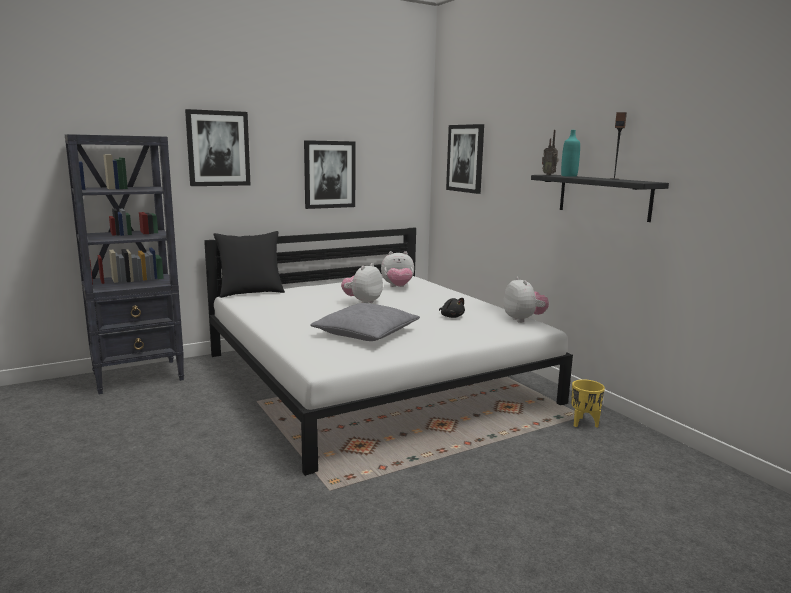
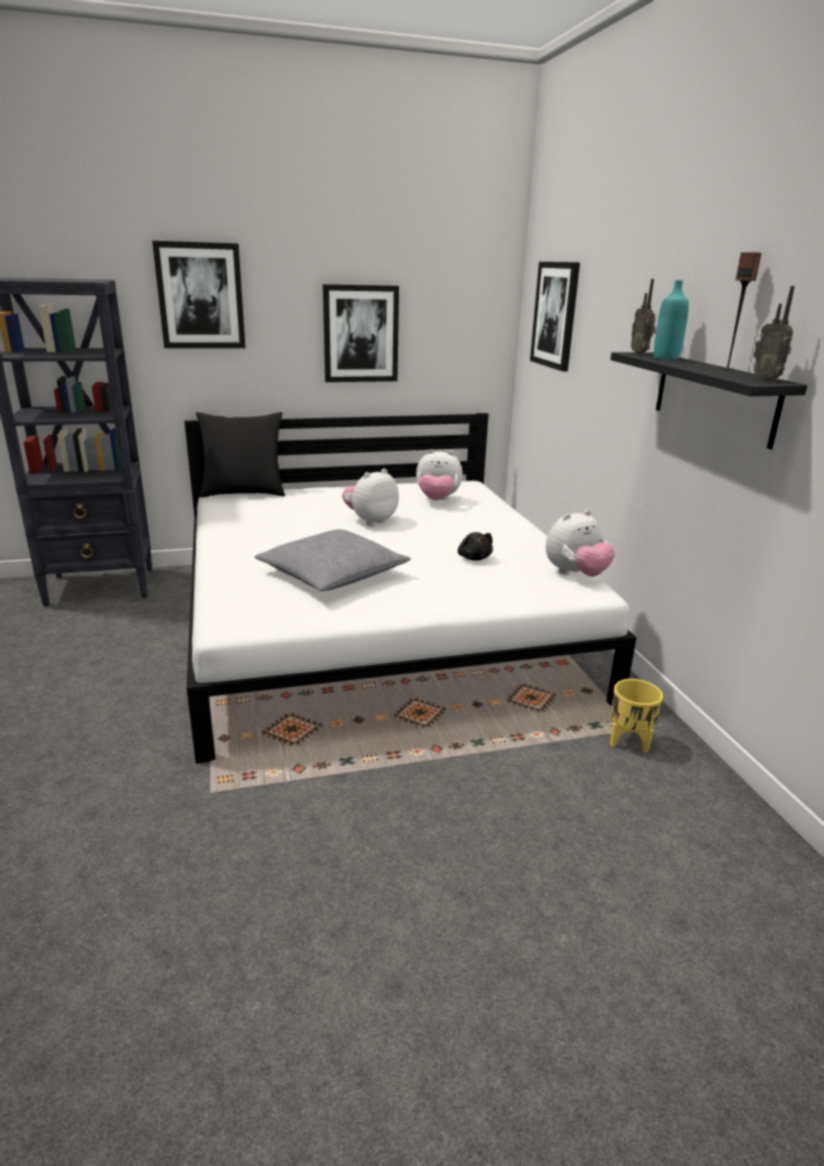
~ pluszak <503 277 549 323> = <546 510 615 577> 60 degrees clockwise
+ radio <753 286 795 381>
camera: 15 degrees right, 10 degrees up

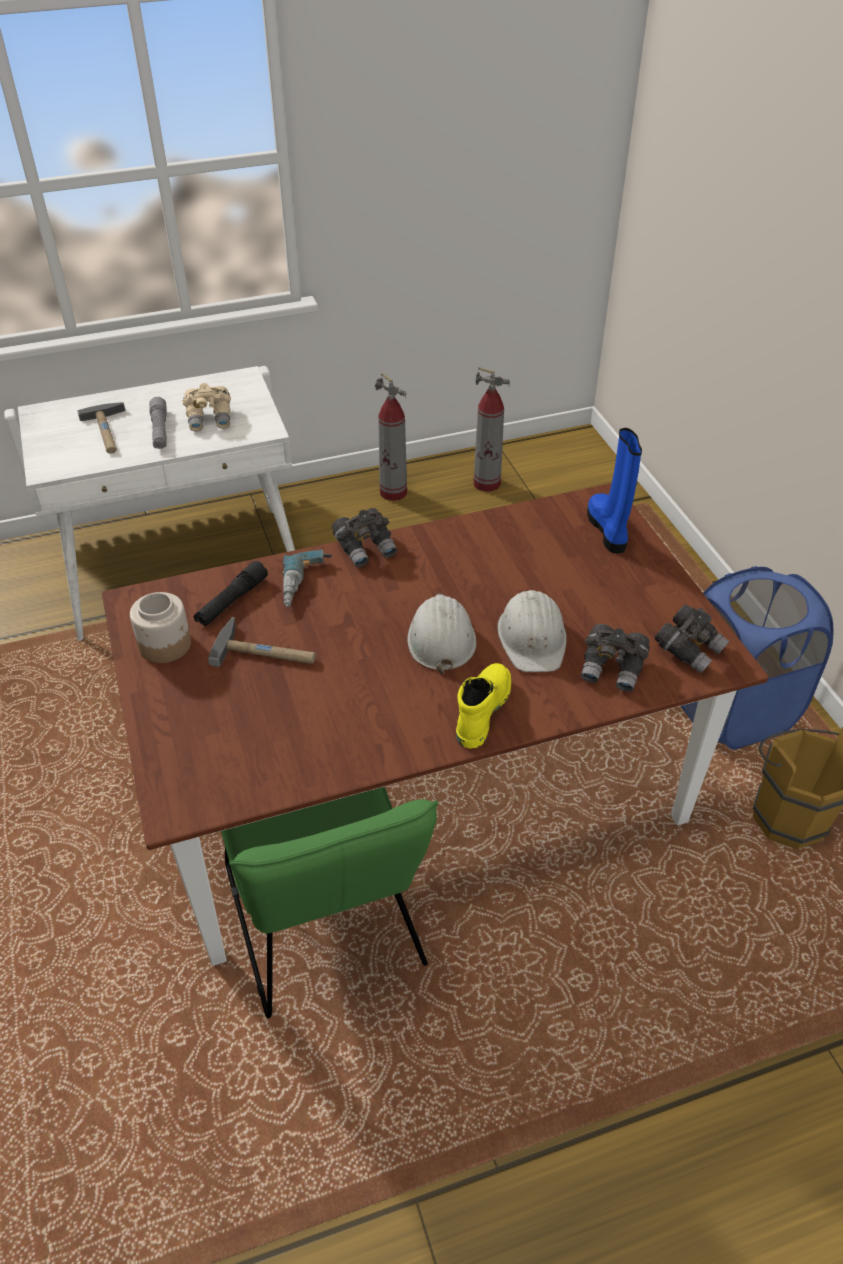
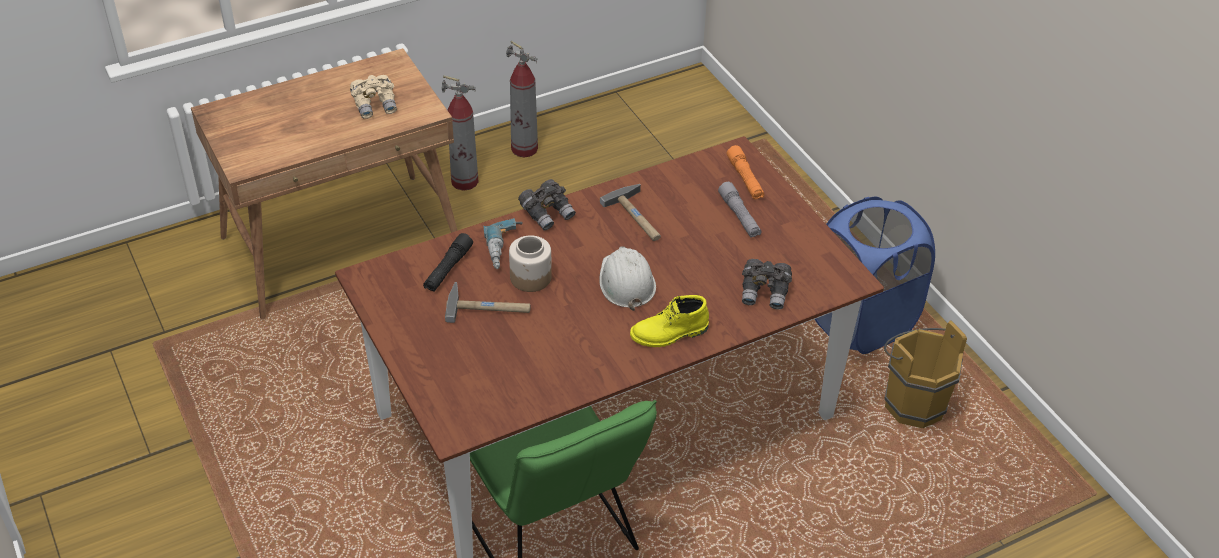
~ biurko/biały <18 366 295 641> to biurko/brązowy <191 48 458 319>
~ gaśnica <473 367 510 492> to <442 75 479 191>
~ słoik <130 592 191 663> to <509 235 552 292>
~ młotek <77 402 126 454> to <600 184 661 241>
~ but z cholewką/żółty <456 663 511 749> = <630 295 709 347> 120 degrees counterclockwise
~ latarka/szary <149 397 167 449> to <718 182 761 237>
~ but z cholewką/niebieski <587 428 642 553> to latarka/pomarańczowy <727 145 765 199>
- kask/biały <497 590 567 672>
- lornetka/szary <655 605 729 674>
camera: 10 degrees left, 0 degrees up

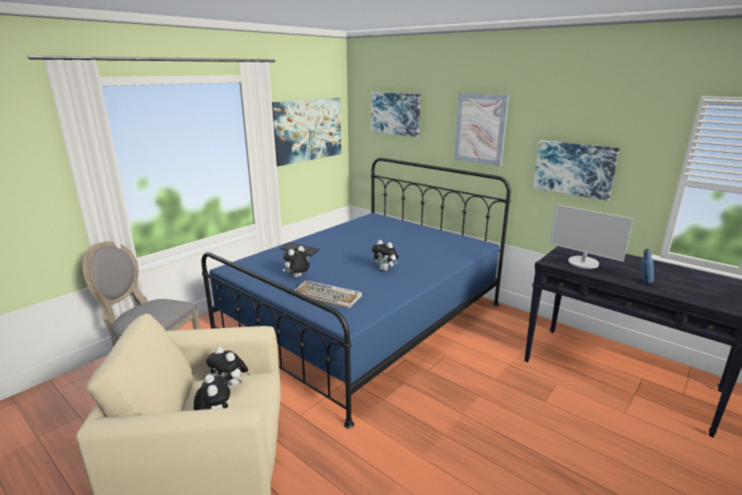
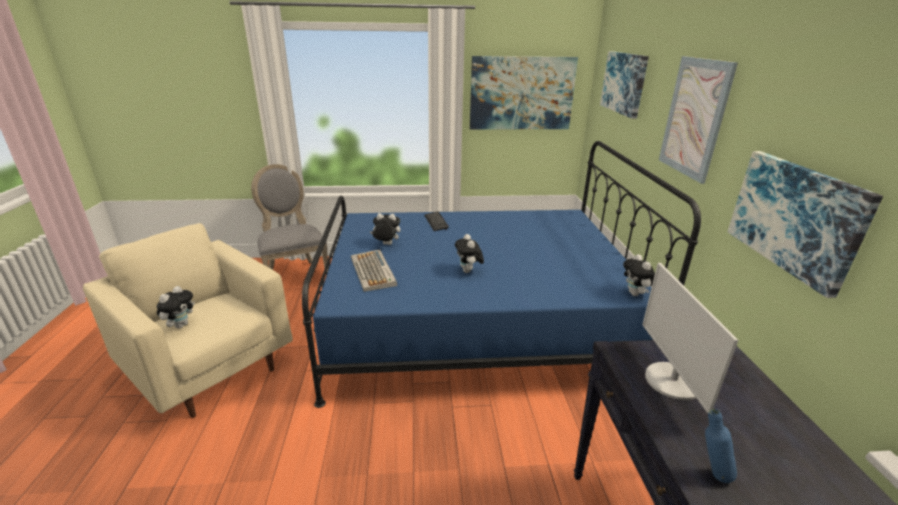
~ pluszak <206 346 248 389> to <623 254 655 296>
camera: 45 degrees right, 5 degrees up

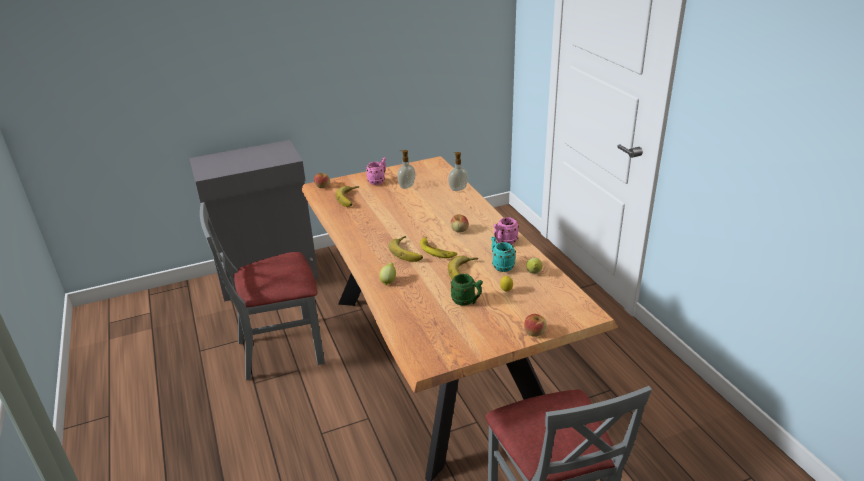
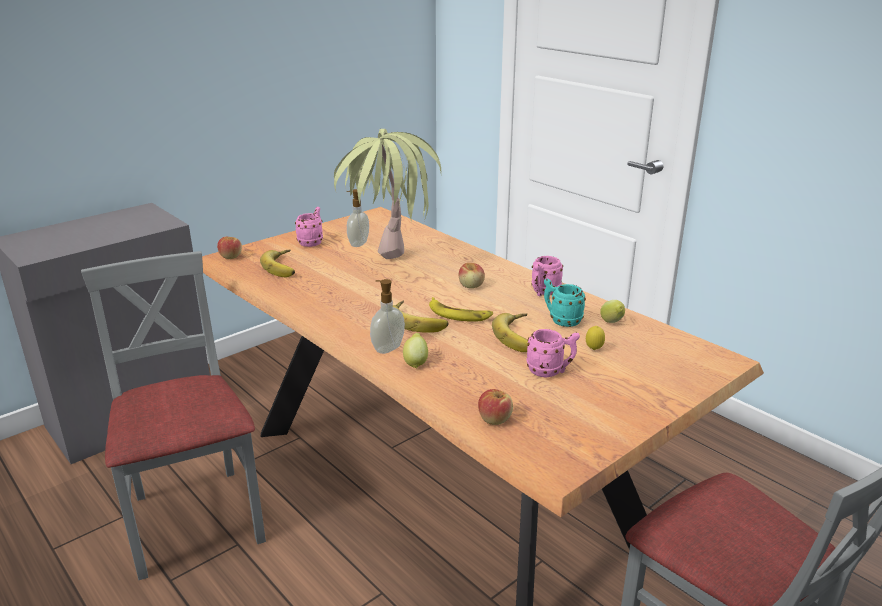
~ krzesło/szary <200 202 325 381> = <81 251 266 580> 105 degrees clockwise
+ roślina doniczkowa <334 129 441 259>
~ dozownik mydła <448 152 468 191> to <370 279 405 354>
~ jabłko <524 314 547 337> to <478 389 513 425>
~ kubek/zielony <451 274 483 305> to kubek/różowy <527 329 580 377>
camera: 20 degrees left, 5 degrees down

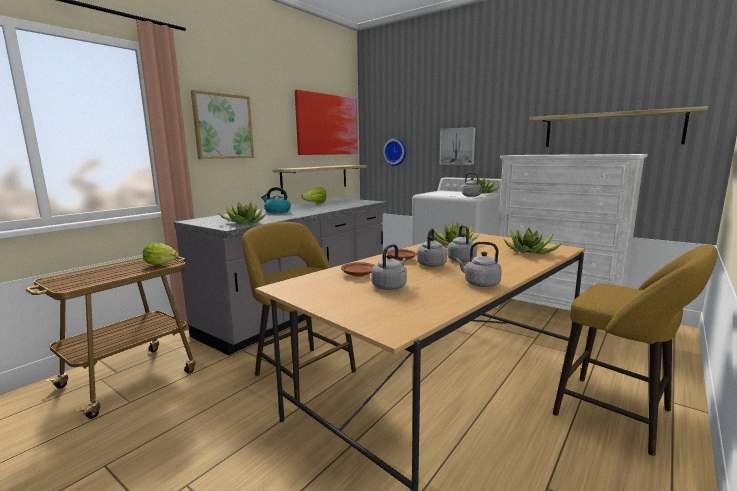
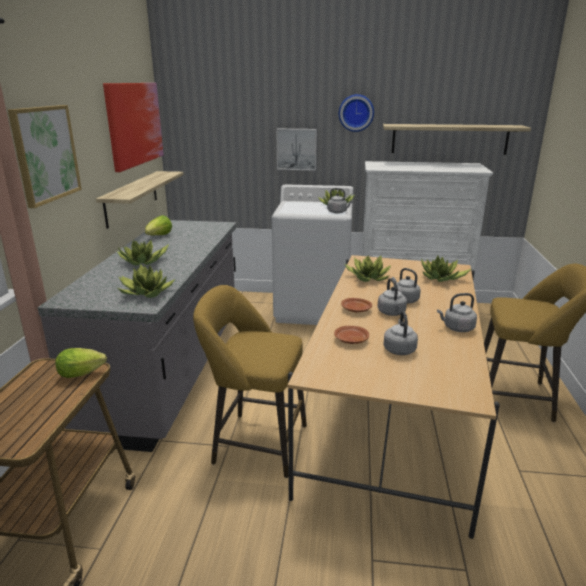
~ czajnik <261 187 291 213> to roślina doniczkowa <117 240 169 266>
~ zegar ścienny <383 138 406 166> to <339 94 374 132>
camera: 30 degrees left, 10 degrees up

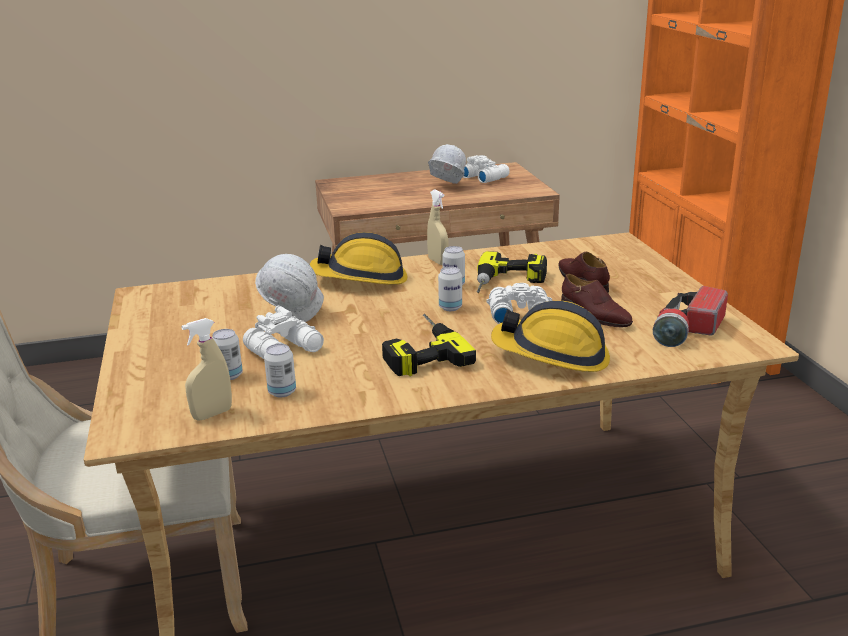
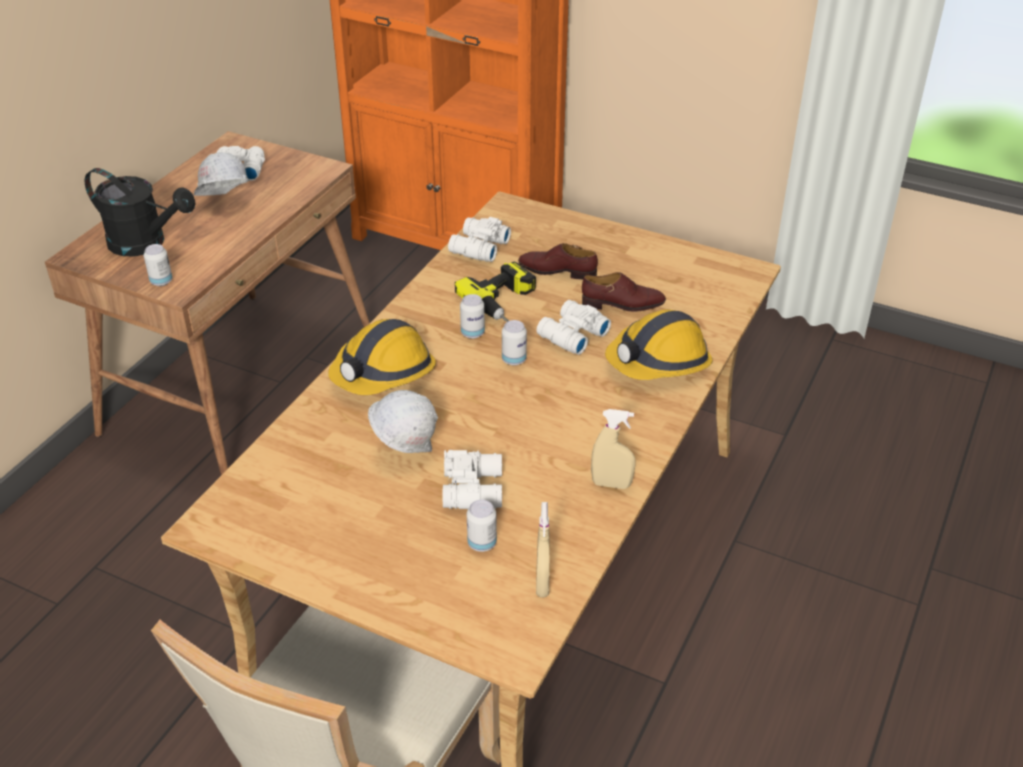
+ konewka/czarny <85 168 196 257>
~ puszka <264 344 296 397> to <144 244 172 286>
+ lornetka/biały <448 217 511 262>
~ spryskiwacz/beżowy <427 189 448 265> to <591 409 636 489>
- wiertarka <382 313 476 376>
- latarka <653 286 728 347>
camera: 50 degrees left, 15 degrees up

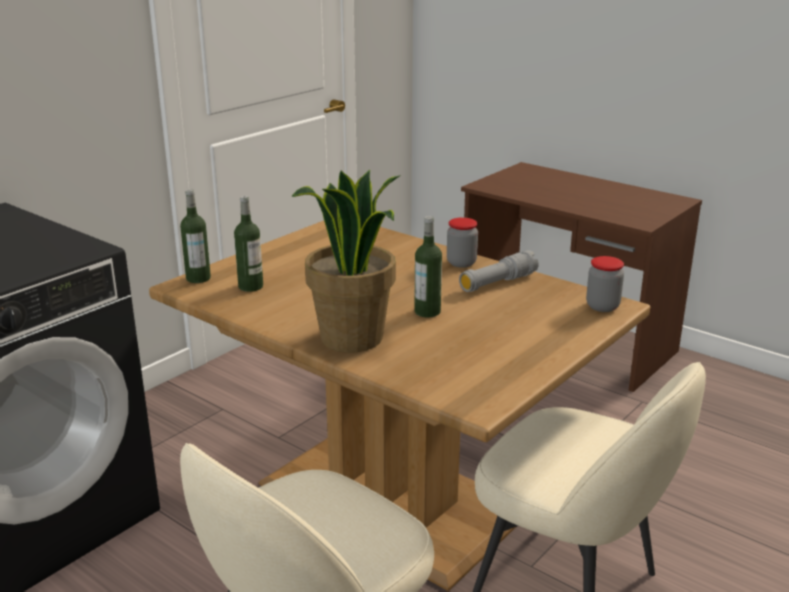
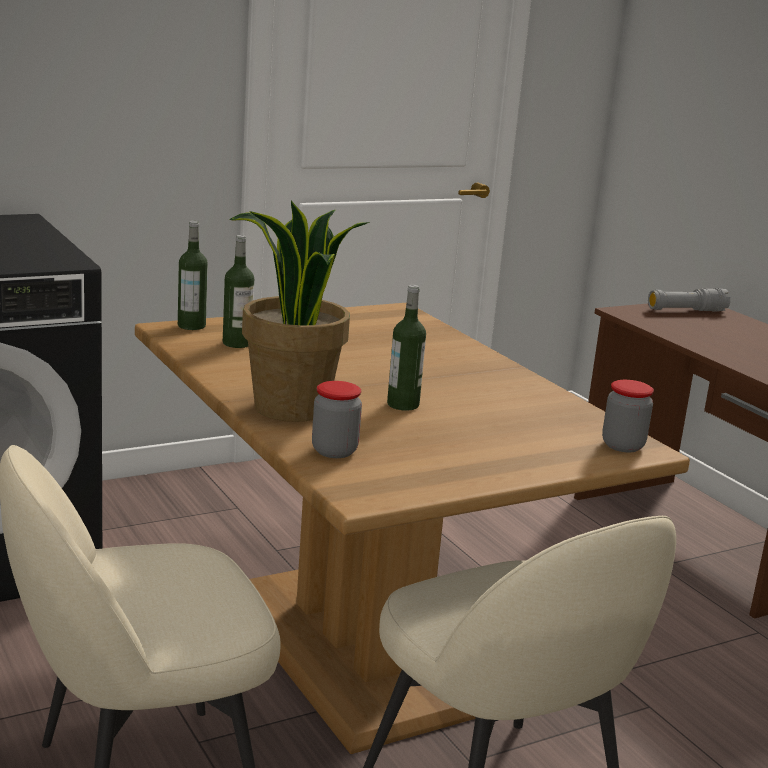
~ słoik <447 217 478 268> to <312 381 362 458>
~ latarka/szary <459 250 539 292> to <648 288 730 312>
camera: 20 degrees right, 5 degrees down

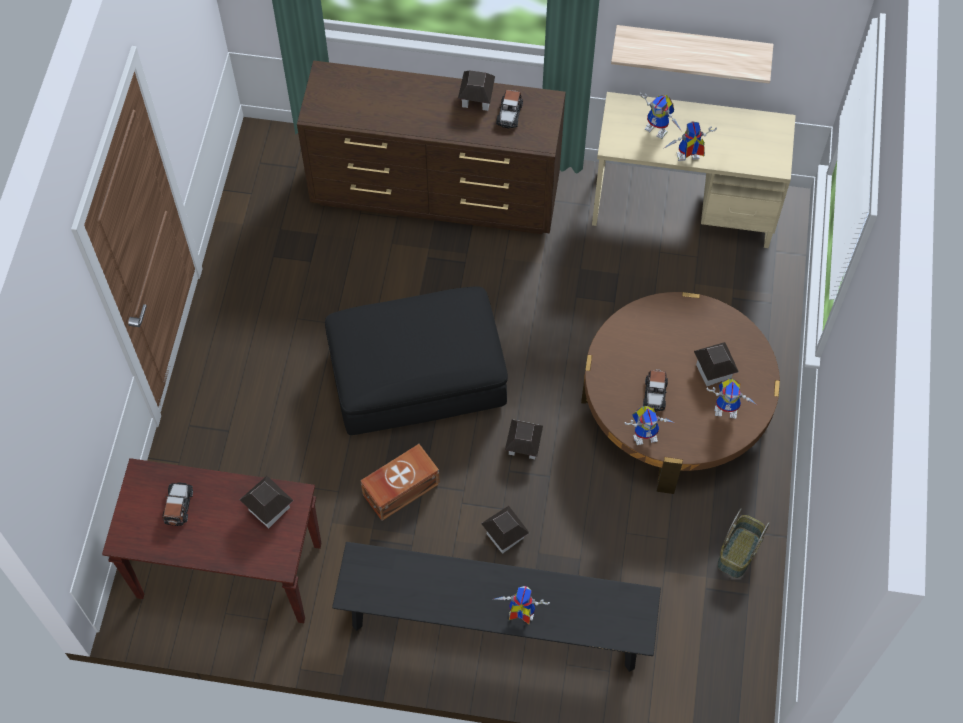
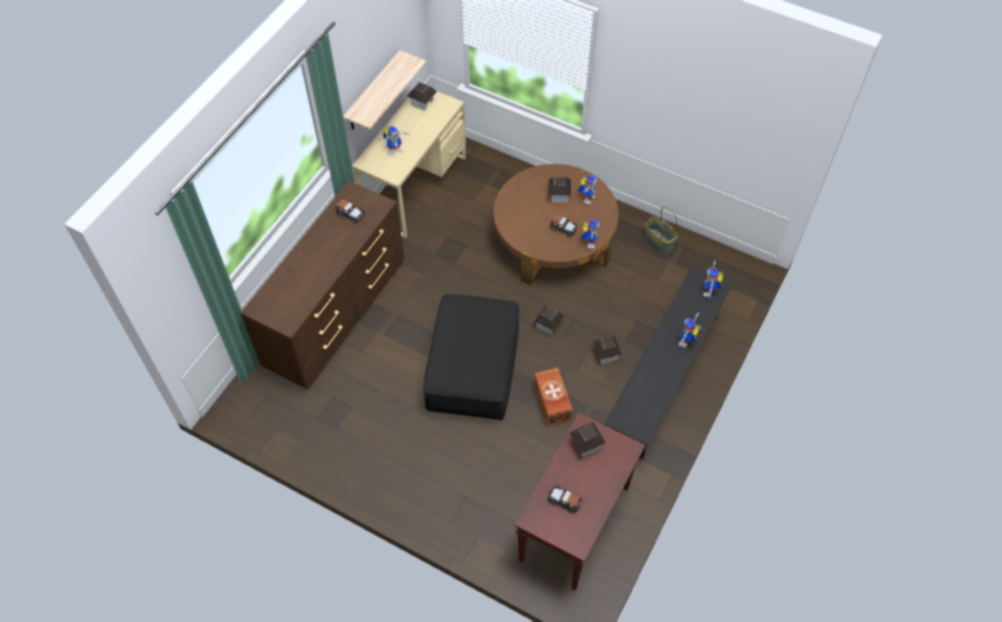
~ domek <458 71 495 111> to <407 82 437 111>
~ robot zabawkowy <664 122 717 161> to <703 260 724 298>
camera: 70 degrees left, 5 degrees down

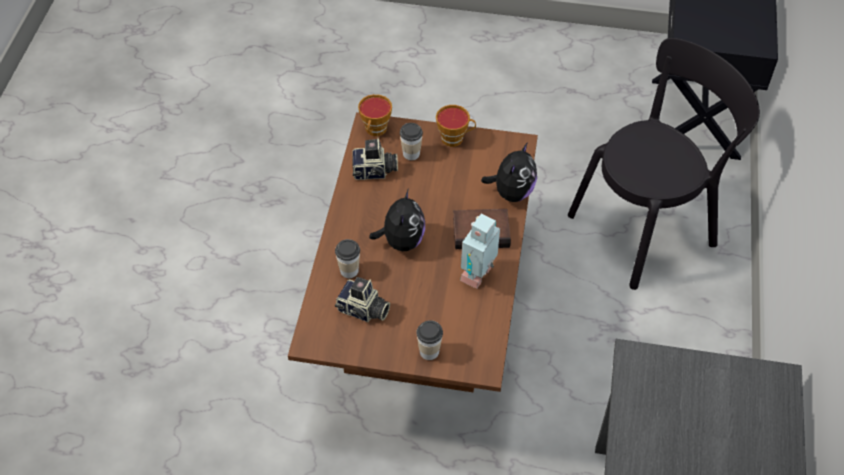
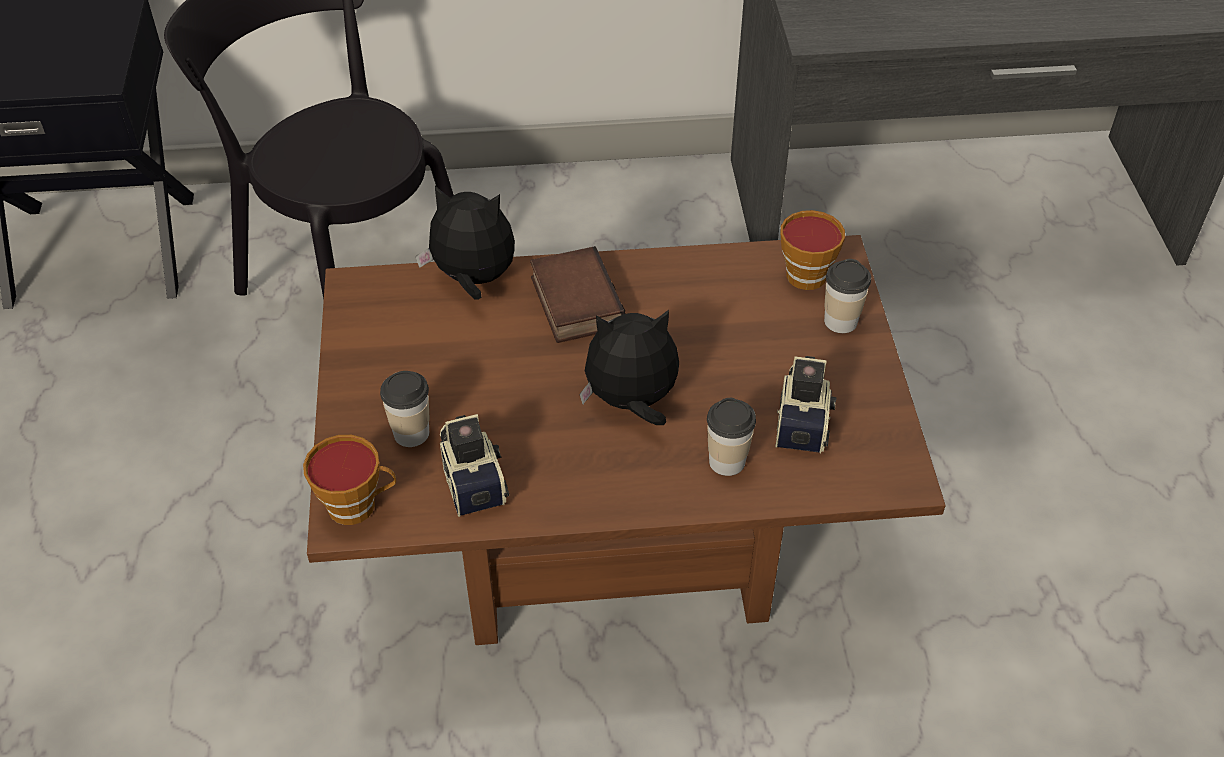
~ filiżanka <436 105 476 147> to <781 210 845 290>
- robot zabawkowy <460 213 500 289>
camera: 105 degrees left, 5 degrees down

